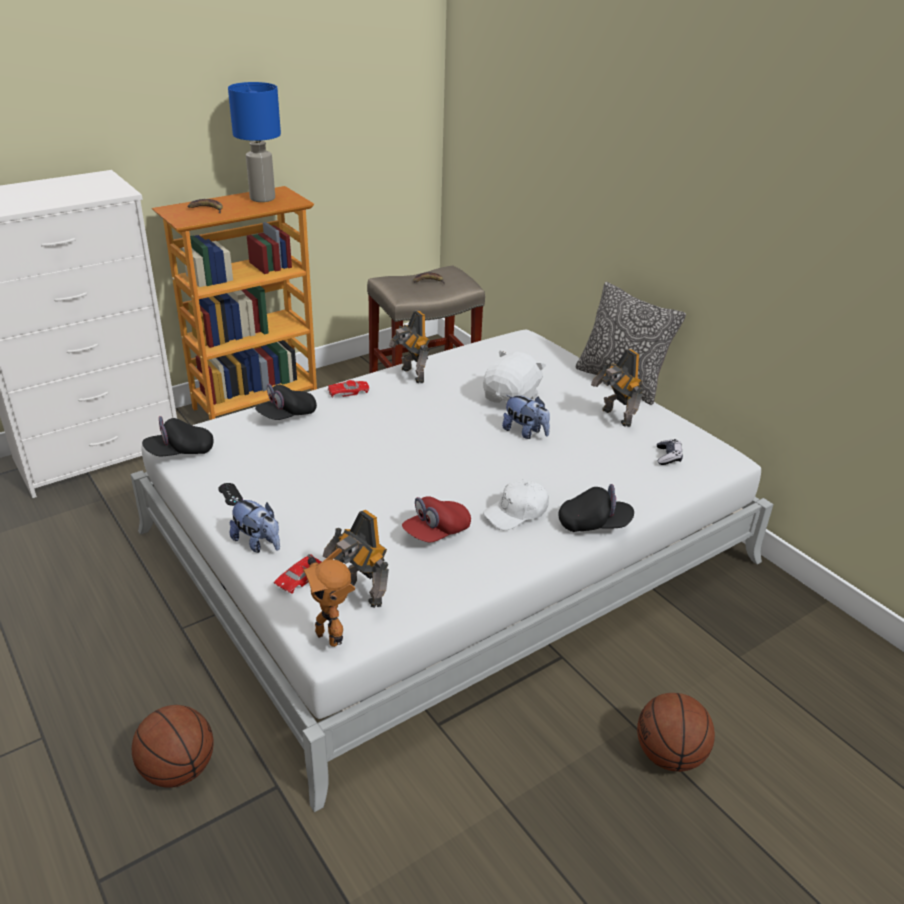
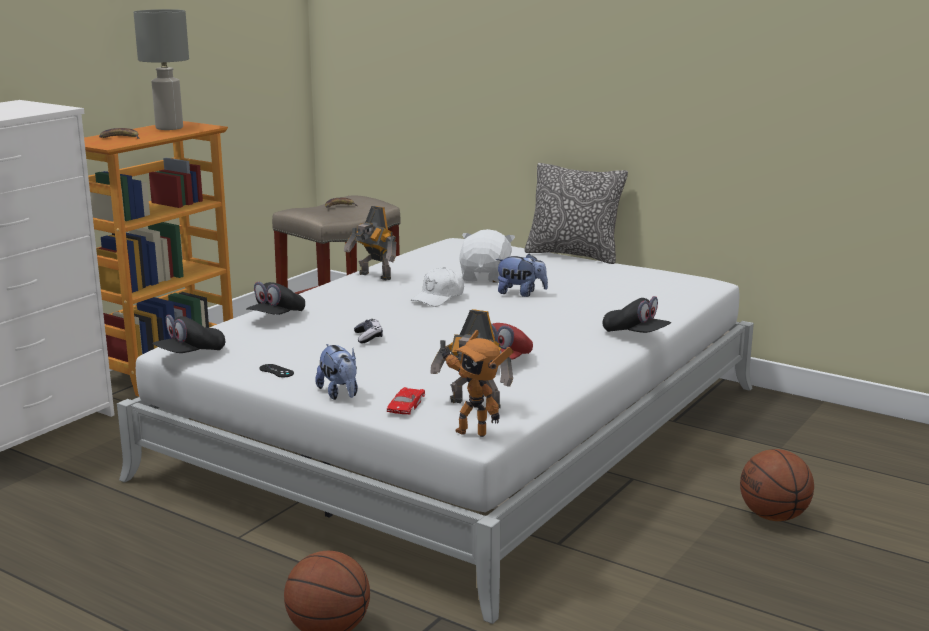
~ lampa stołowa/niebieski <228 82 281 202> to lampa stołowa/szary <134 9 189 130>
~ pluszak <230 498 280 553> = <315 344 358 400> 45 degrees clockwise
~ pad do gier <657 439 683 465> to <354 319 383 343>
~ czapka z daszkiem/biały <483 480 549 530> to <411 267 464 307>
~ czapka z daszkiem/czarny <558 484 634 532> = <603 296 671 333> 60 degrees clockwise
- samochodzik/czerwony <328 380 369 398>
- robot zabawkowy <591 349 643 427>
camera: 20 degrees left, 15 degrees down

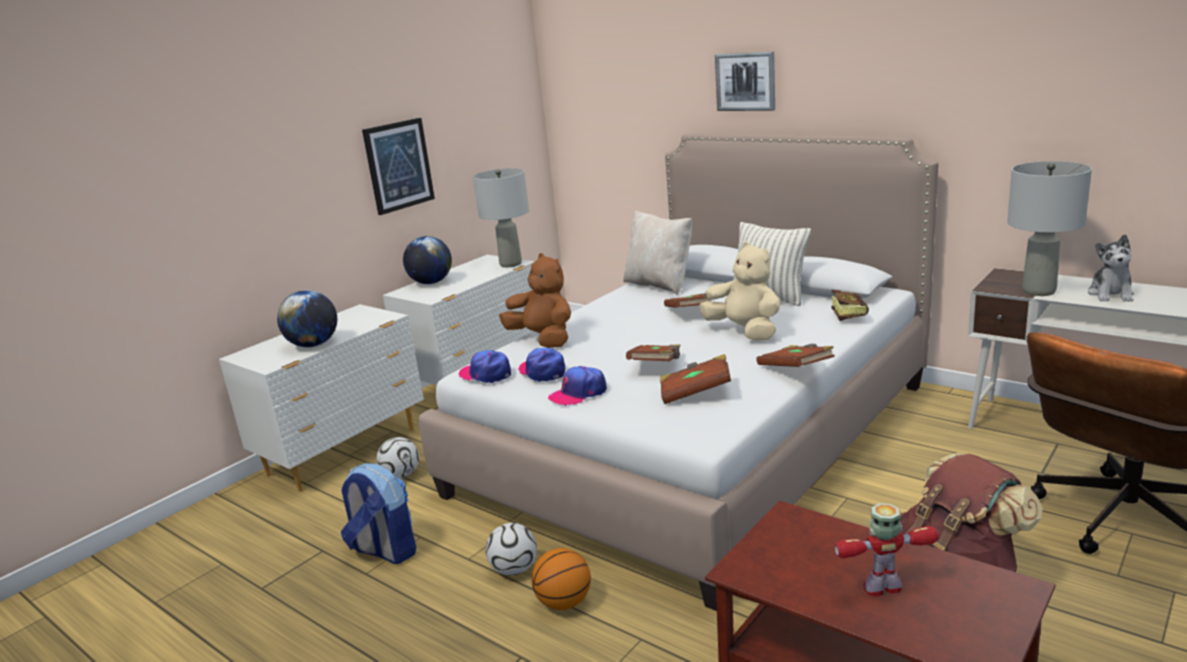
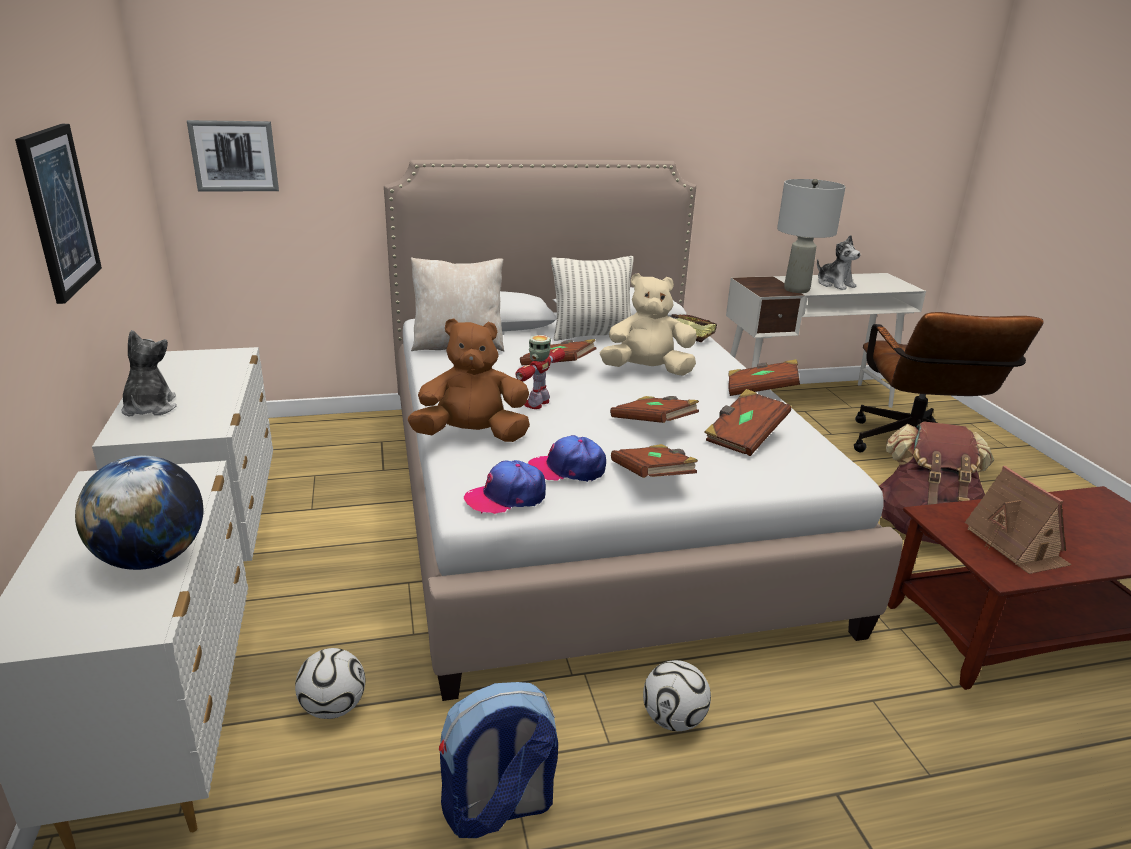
~ globus <403 236 452 284> to pluszak <121 330 177 417>
~ obraz <715 52 775 111> to <187 120 279 192>
~ robot zabawkowy <834 503 939 597> to <516 335 565 409>
~ czapka z daszkiem <548 366 607 406> to książka/brązowy <611 444 698 478>
+ domek <965 466 1072 574>
- lampa stołowa/szary <473 168 529 267>
- piłka do koszykówki <531 548 591 610>
camera: 55 degrees left, 5 degrees up

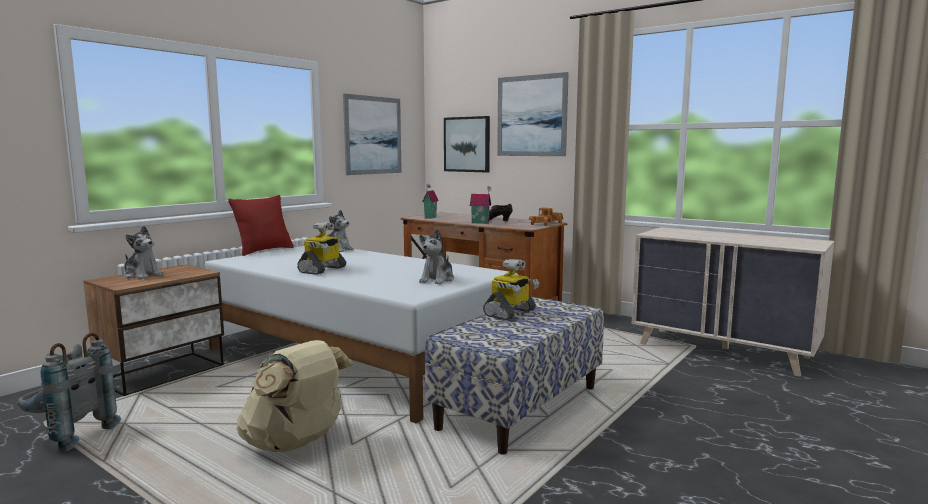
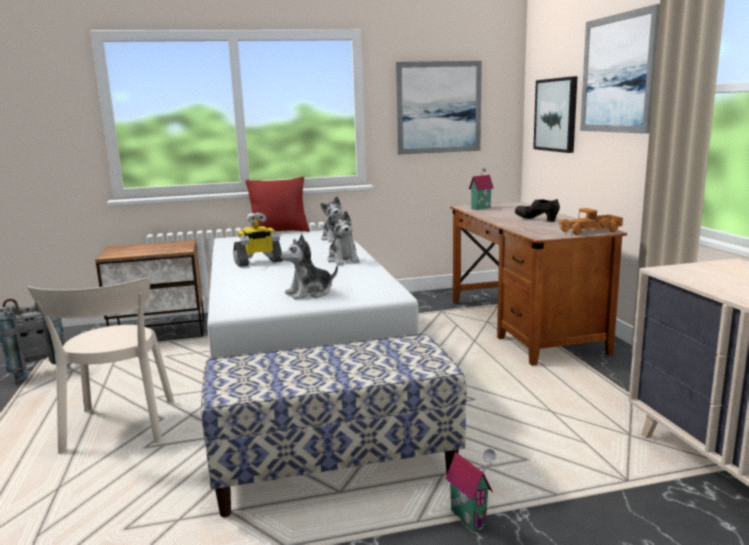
~ plecak/beżowy <237 340 353 452> to krzesło/beżowy <27 278 174 454>
~ pluszak <124 226 164 279> to <327 211 360 265>
~ domek <470 186 491 224> to <445 449 496 531>
- robot zabawkowy <483 259 539 320>
camera: 40 degrees right, 5 degrees up

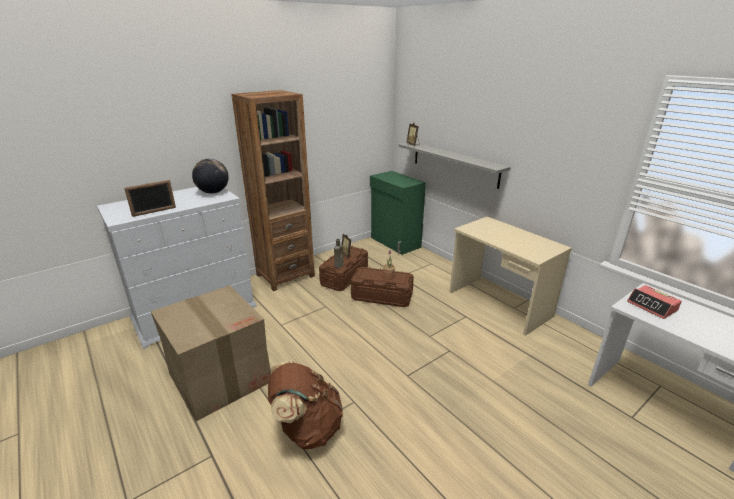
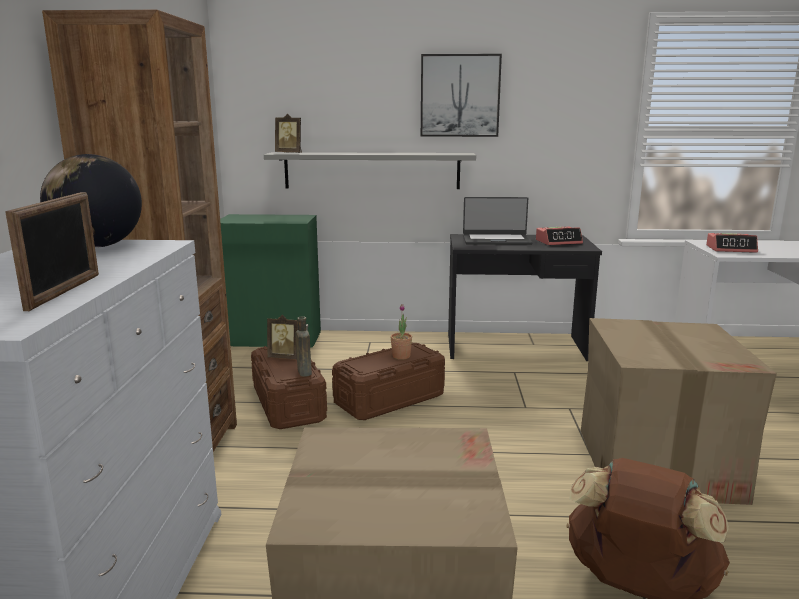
+ obraz <421 54 502 137>
~ biurko/beżowy <450 216 572 336> to biurko/czarny <448 234 602 361>
+ laptop <463 197 533 245>
+ budzik <536 227 583 245>
+ karton <581 318 777 505>
camera: 50 degrees left, 10 degrees down

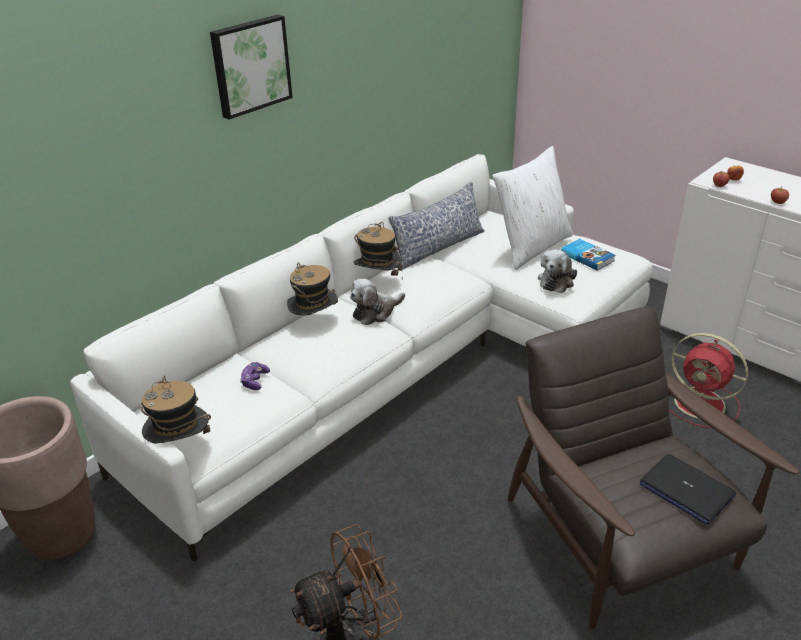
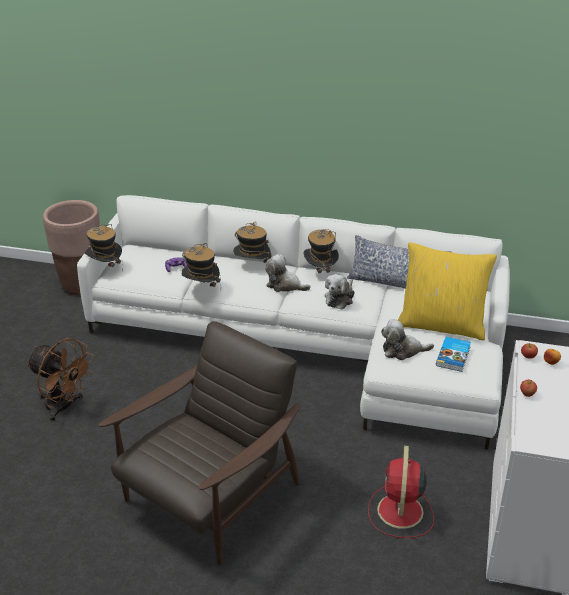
+ kapelusz <182 243 221 287>
+ pluszak <325 274 354 310>
~ poduszka/biały <492 146 573 270> to poduszka/żółty <398 242 497 340>
- obraz <210 15 293 120>
- laptop <640 454 736 524>
camera: 60 degrees right, 0 degrees up

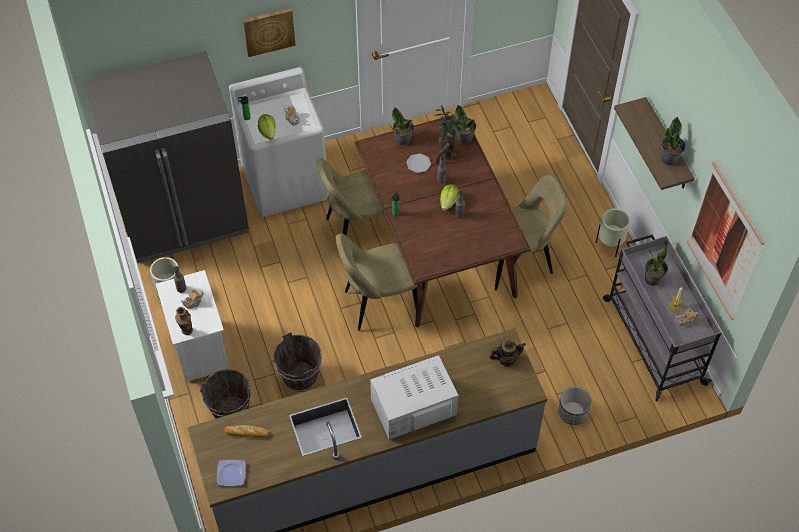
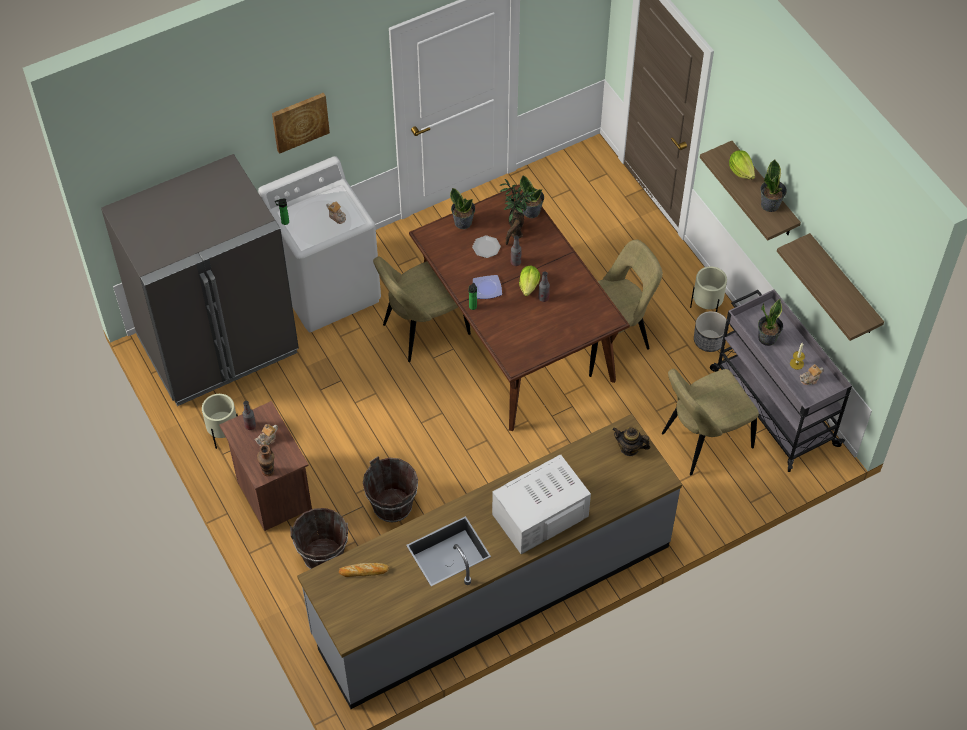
~ szafka nocna/biały <156 270 230 382> to szafka nocna/brązowy <219 401 312 531>
~ talerz <217 460 246 487> to <473 275 502 299>
~ imbryk <490 340 526 367> = <612 427 651 456> 135 degrees counterclockwise
~ krzesło/beżowy <336 233 417 331> to <662 369 759 475>
~ donica <559 386 592 425> to <694 311 729 352>
~ sałata <258 114 276 140> to <729 150 755 180>
~ obraz <687 162 764 320> to półka <777 233 884 341>
camera: 10 degrees left, 0 degrees up

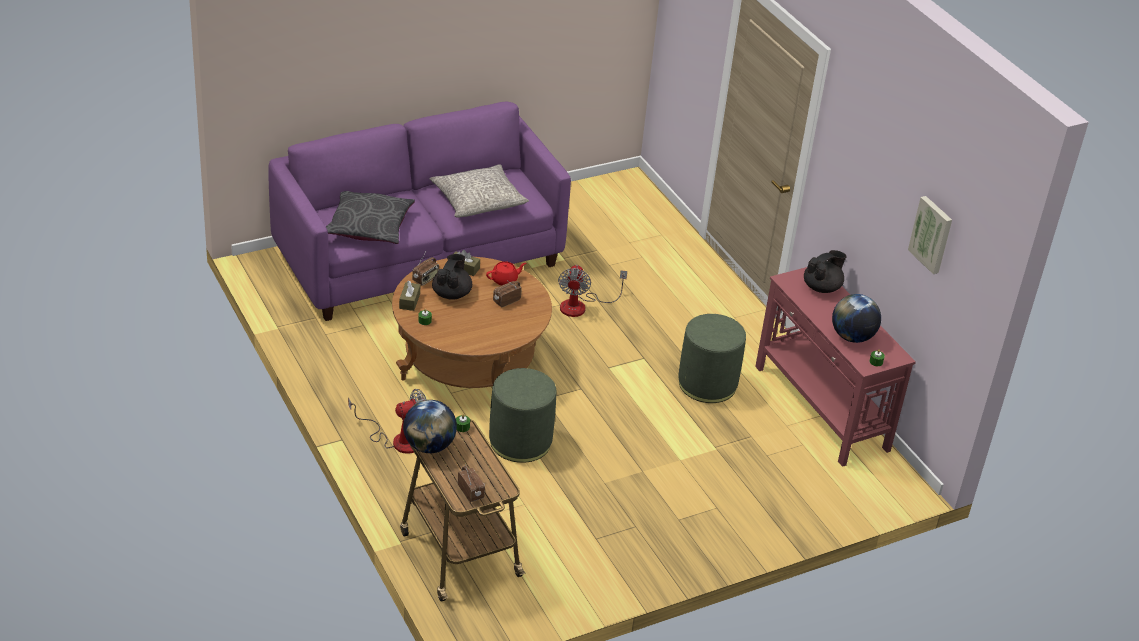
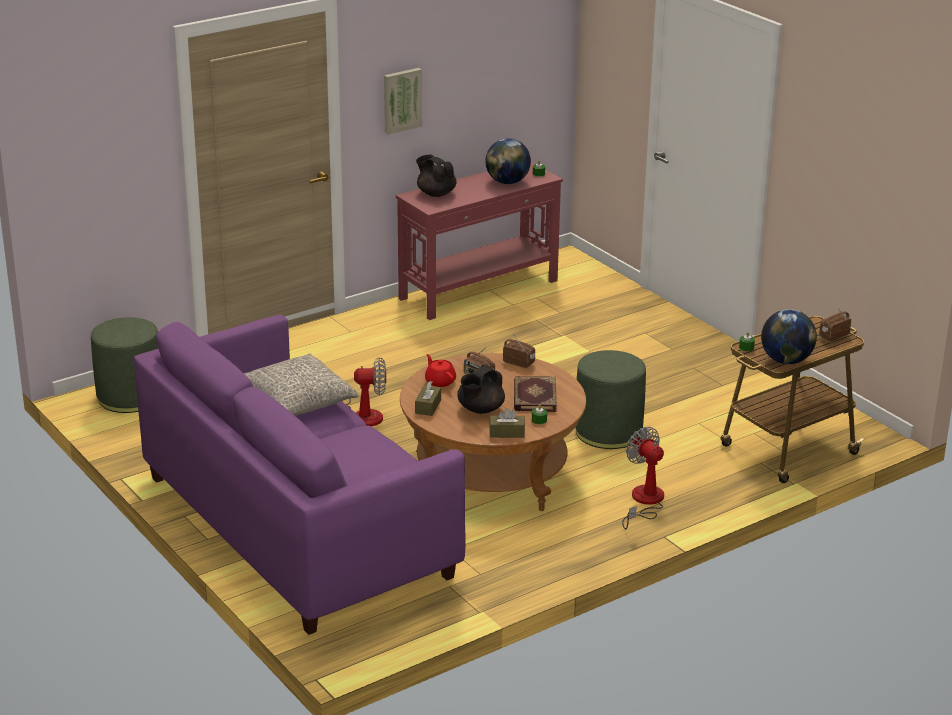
~ pufa/zielony <678 314 746 403> to <91 317 159 413>
~ obraz <908 196 952 274> to <384 68 422 135>
~ imbryk/czarny <432 254 472 299> = <457 365 505 414> 60 degrees counterclockwise
~ radio <412 252 439 286> to <503 334 535 368>
+ książka <514 376 557 412>
- poduszka/szary <326 191 415 244>
camera: 95 degrees left, 10 degrees down

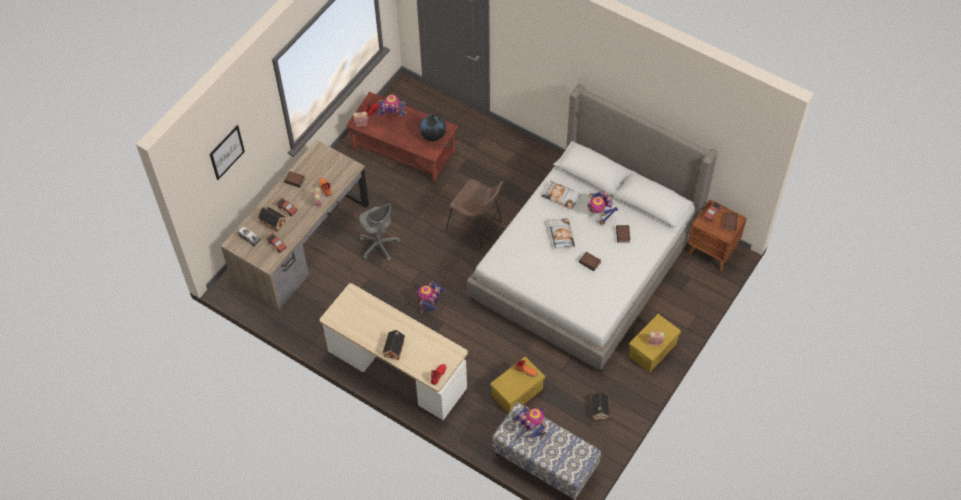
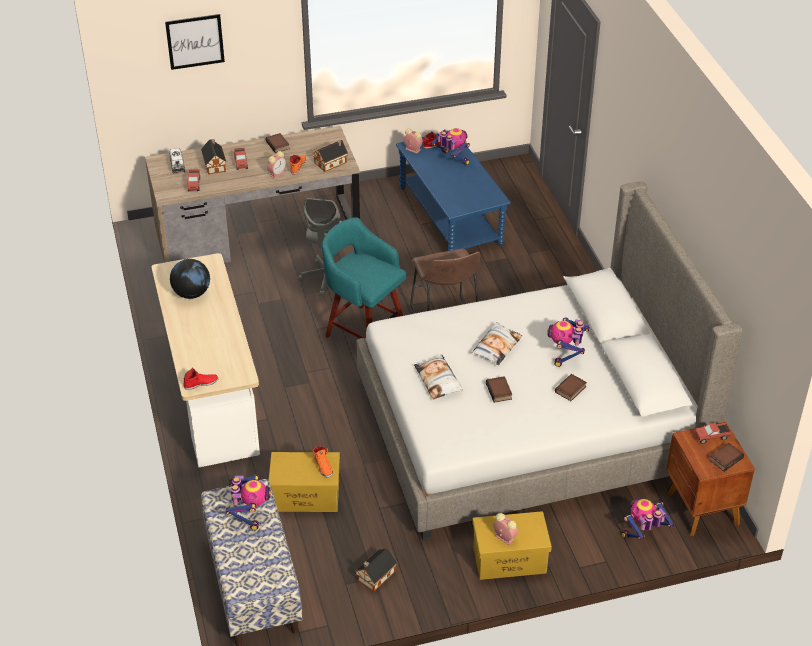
~ globus <420 115 446 141> to <170 259 210 299>
~ domek <383 330 405 360> to <313 140 348 172>
+ stołek/turkusowy <322 217 406 339>
~ ława/brązowy <346 92 458 183> to ława/niebieski <396 130 511 251>
~ poduszka <542 181 582 210> to <414 354 463 400>
~ robot zabawkowy <416 281 446 314> to <622 498 674 540>
camera: 40 degrees right, 15 degrees down

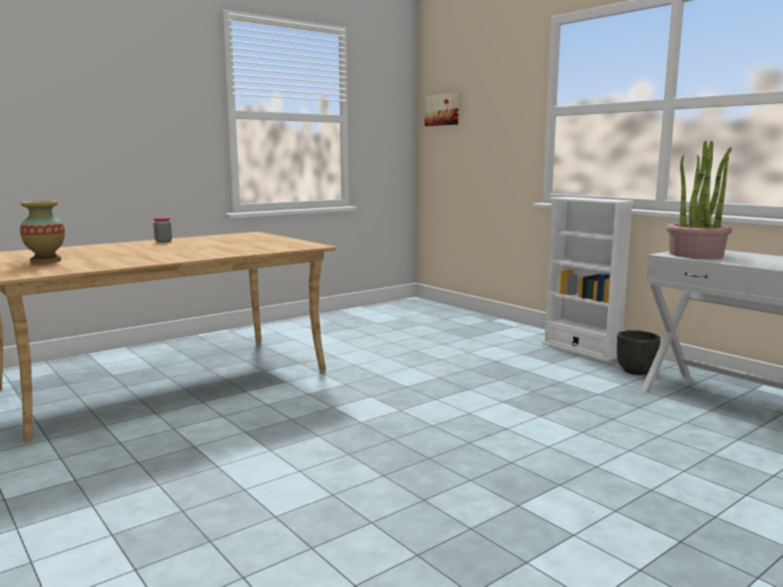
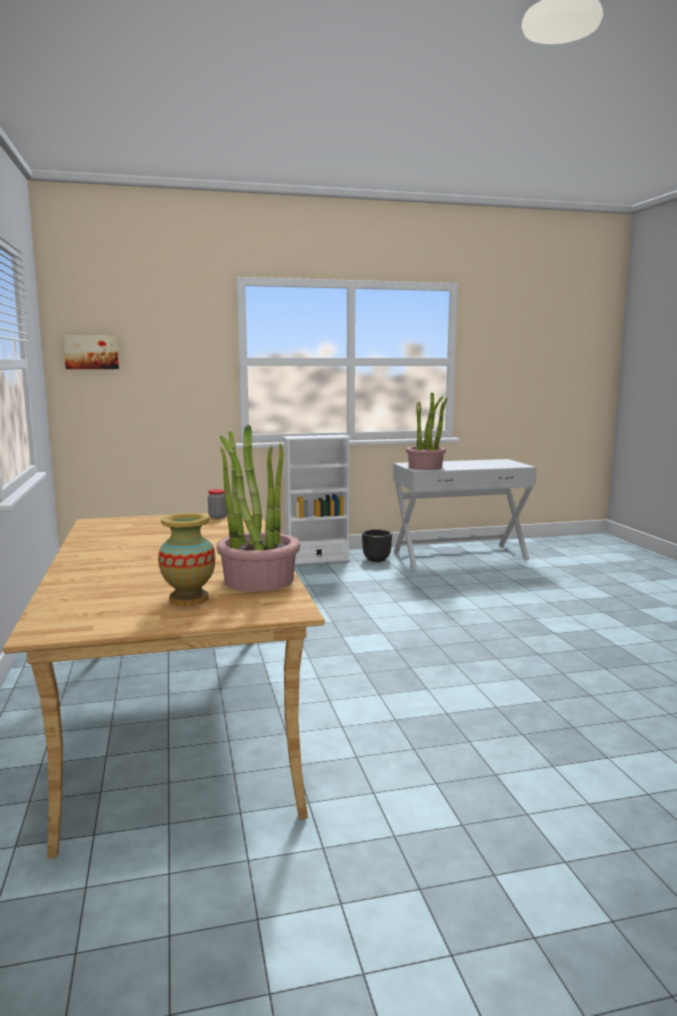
~ słoik <154 217 172 243> to <208 489 227 519>
+ roślina doniczkowa <217 425 300 592>
camera: 65 degrees left, 0 degrees up

